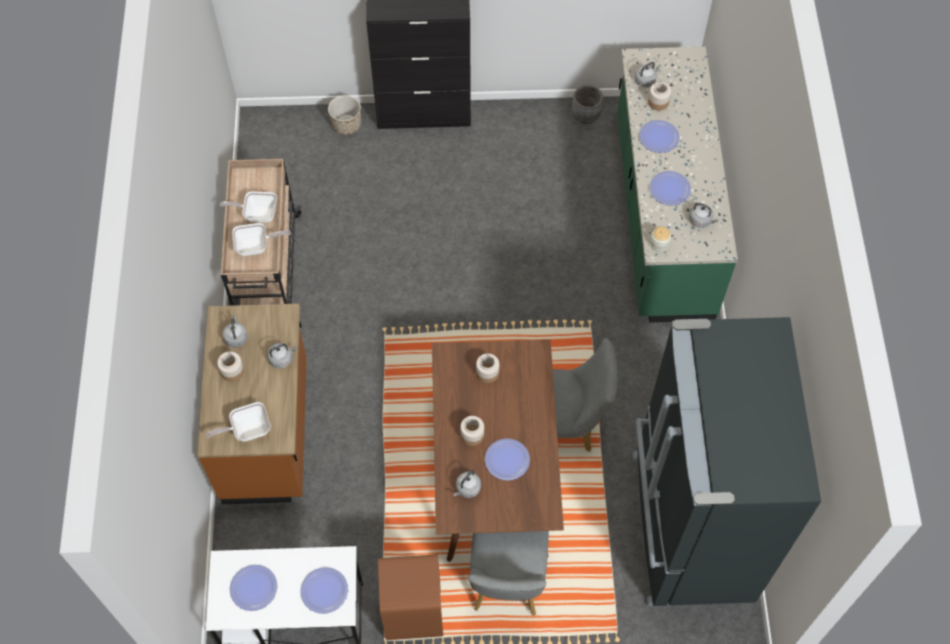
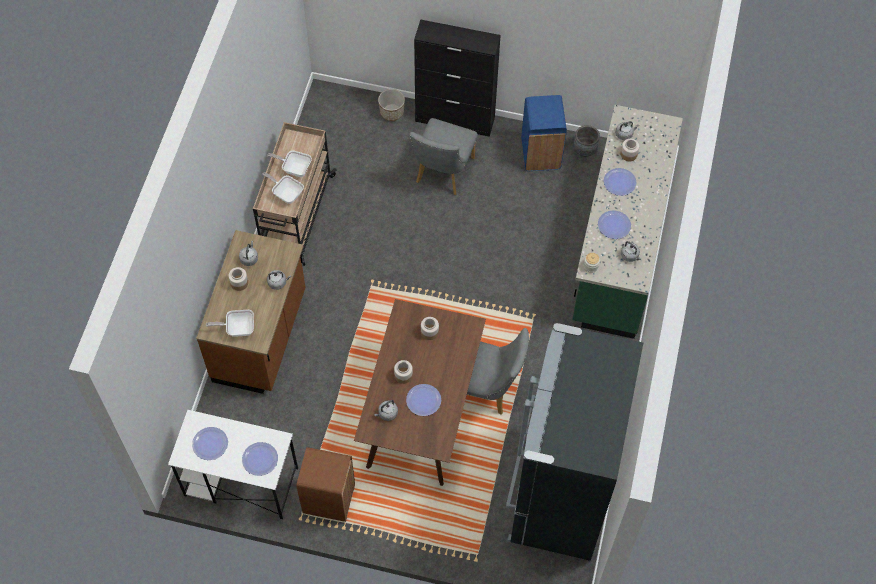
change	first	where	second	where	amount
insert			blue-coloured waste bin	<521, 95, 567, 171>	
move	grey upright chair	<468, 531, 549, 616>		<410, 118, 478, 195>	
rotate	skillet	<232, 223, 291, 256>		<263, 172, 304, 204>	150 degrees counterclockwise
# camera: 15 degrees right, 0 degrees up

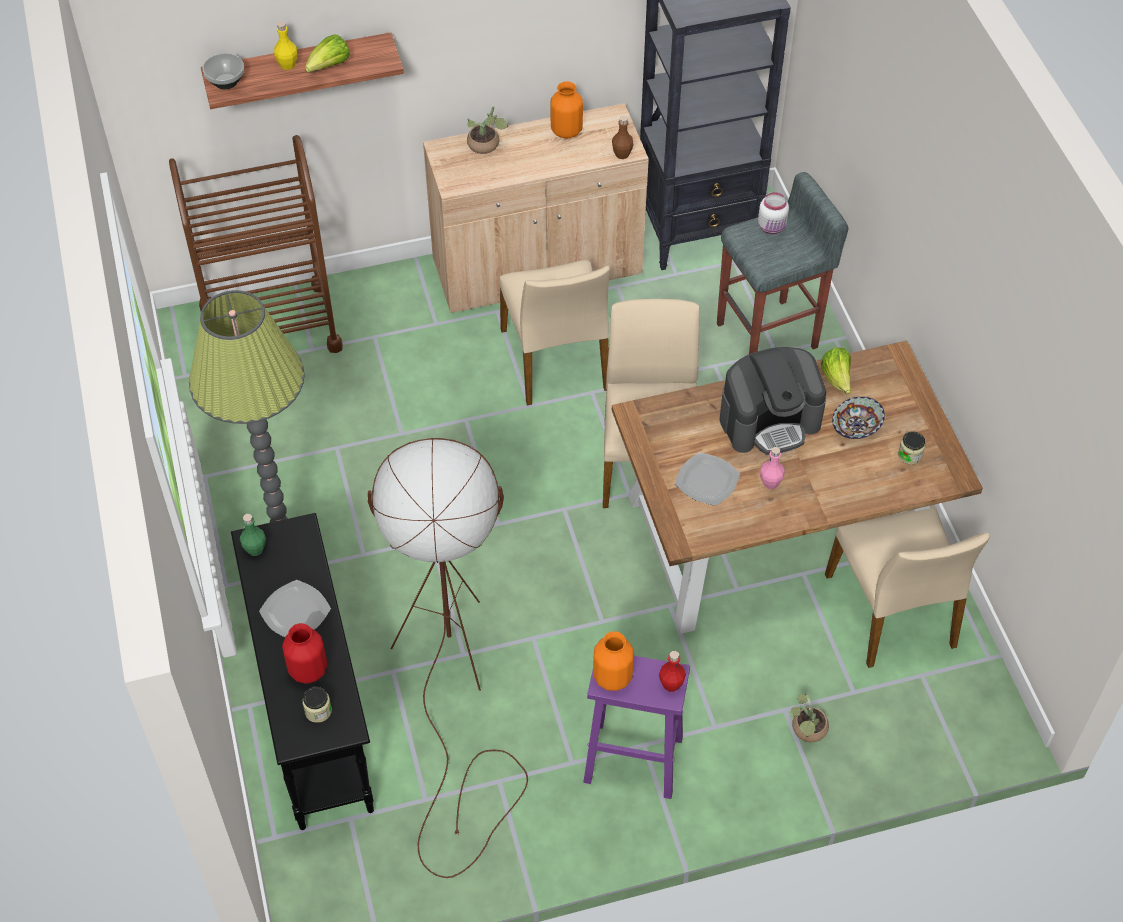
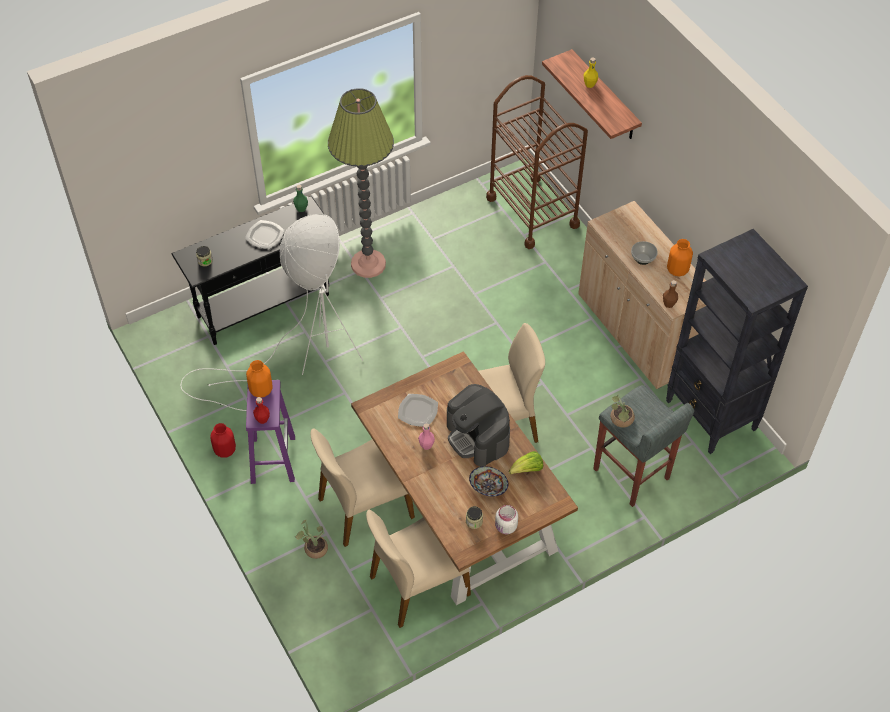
change	first	where	second	where	amount
delete	head of lettuce	<305, 35, 350, 73>			
move	serving bowl	<202, 53, 244, 89>		<631, 241, 658, 265>	
move	reddish vase	<282, 623, 327, 684>		<210, 423, 236, 458>	
move	houseplant	<467, 106, 508, 154>		<610, 395, 635, 428>	
move	beige-coloured upright chair	<499, 260, 610, 405>		<311, 428, 415, 547>	
move	white preserve jar	<758, 192, 789, 234>		<495, 505, 518, 534>	
recolor	brown-coloured floor lamp	<367, 438, 528, 878>	white floor lamp	<180, 214, 363, 411>	
# camera: 75 degrees right, 0 degrees up

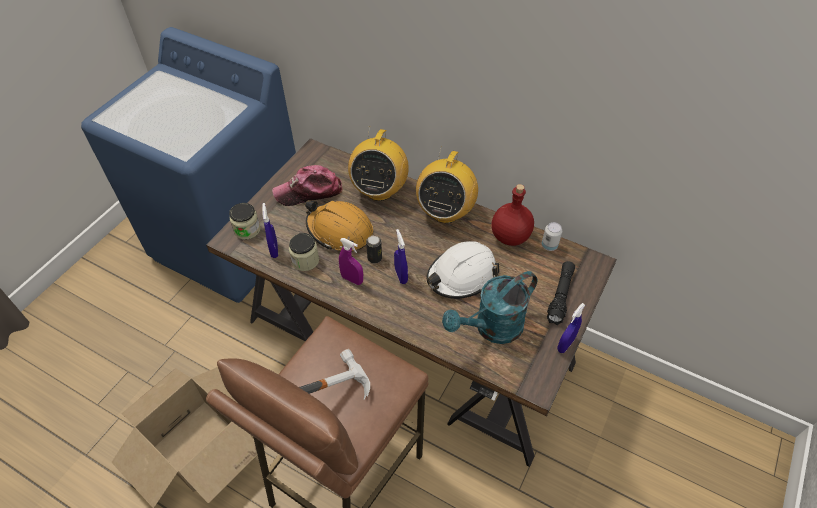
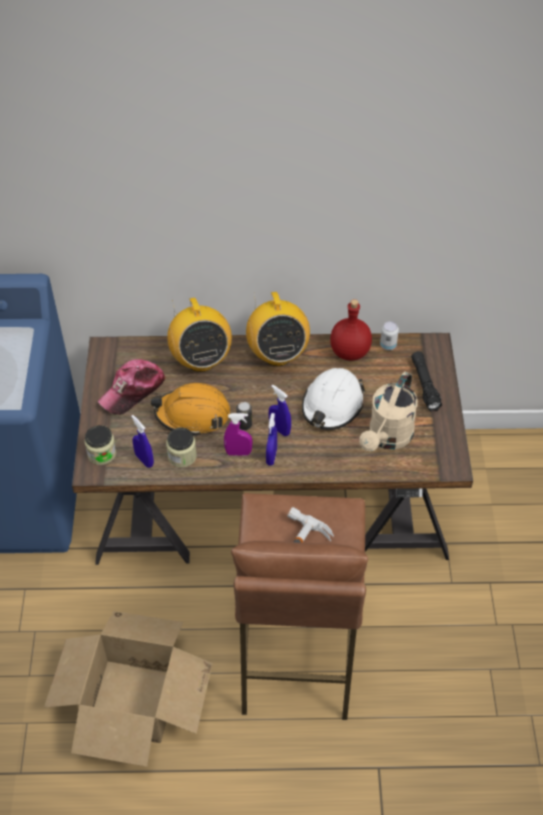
change	first	where	second	where	amount
move	blue-coloured hand sprayer	<557, 303, 585, 353>		<266, 413, 277, 466>	
recolor	turquoise-coloured watering pot	<442, 271, 538, 344>	beige-coloured watering pot	<359, 372, 418, 451>	
# camera: 30 degrees left, 0 degrees up

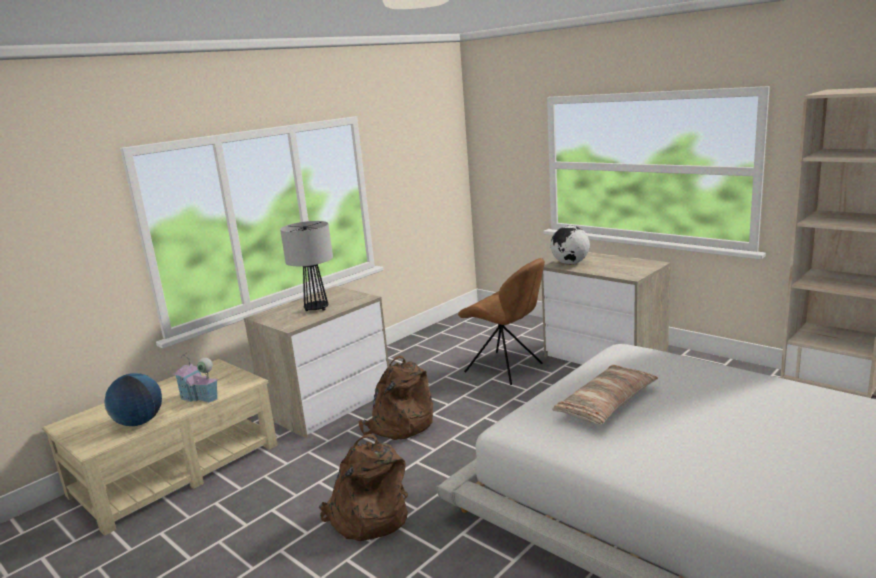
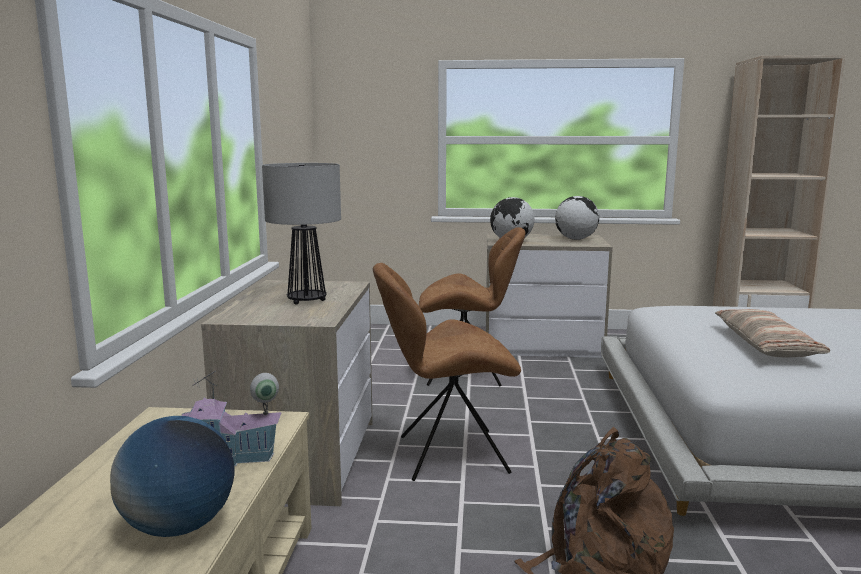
change	first	where	second	where	amount
insert			desk globe	<555, 196, 599, 240>	
replace	brown-coloured backpack	<358, 355, 433, 440>	brown-coloured upright chair	<373, 263, 521, 481>	
# camera: 40 degrees left, 5 degrees down

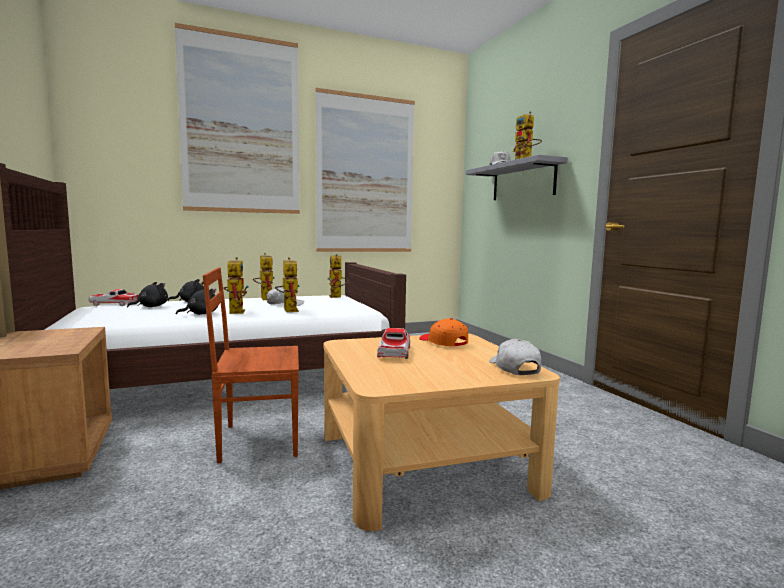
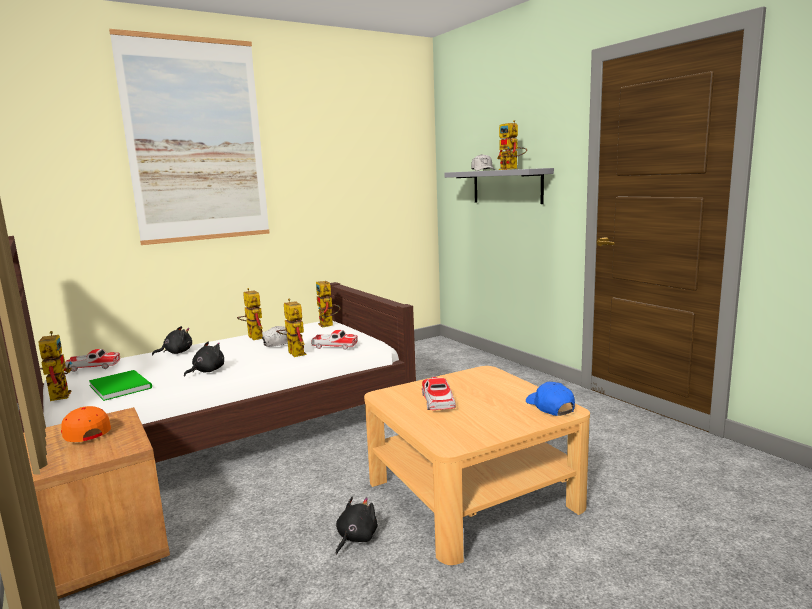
change	first	where	second	where	amount
delete	brown-coloured upright chair	<203, 267, 299, 463>			
delete	picture	<315, 88, 415, 252>			
insert			greenish bound book	<89, 370, 152, 401>	
insert			model car	<311, 330, 358, 350>	
move	blackish cuddly toy	<127, 282, 168, 307>		<336, 497, 378, 555>	
move	robot figure	<223, 257, 249, 314>		<39, 331, 72, 401>	
move	orange peaked cap	<419, 318, 468, 346>		<61, 406, 111, 442>	
recolor	white peaked cap	<489, 339, 541, 375>	blue-coloured peaked cap	<526, 382, 575, 416>	
# camera: 10 degrees left, 5 degrees up

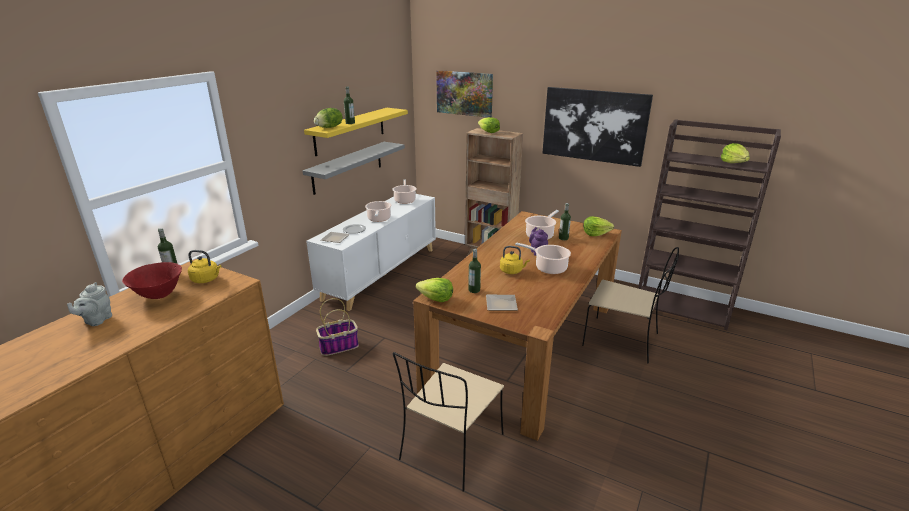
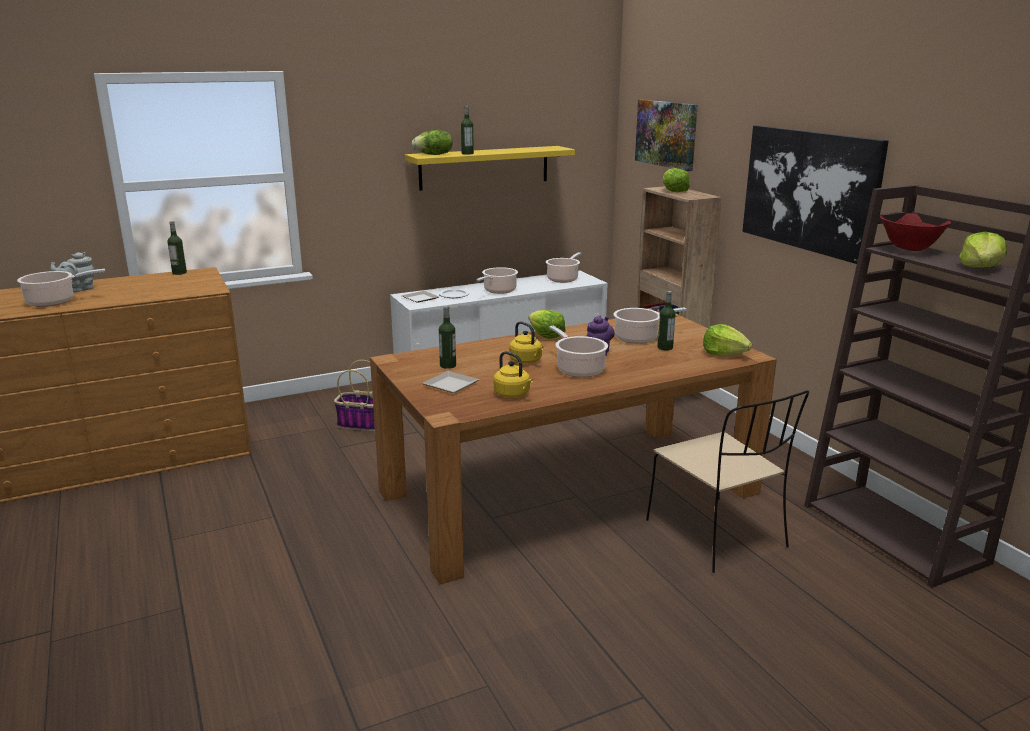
change	first	where	second	where	amount
delete	grey bracket shelf	<302, 142, 405, 195>			
delete	beige-coloured upright chair	<393, 352, 504, 492>			
insert			stockpot	<17, 269, 105, 307>	
move	reddish serving bowl	<122, 262, 182, 299>		<880, 213, 951, 251>	
move	yellow-coloured water kettle	<188, 250, 221, 283>		<494, 351, 533, 398>	
move	head of lettuce	<416, 278, 453, 302>		<528, 310, 566, 339>	
# camera: 35 degrees right, 5 degrees down

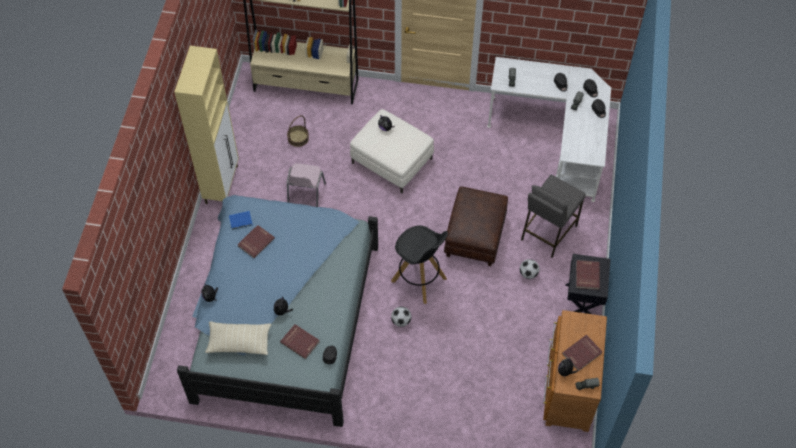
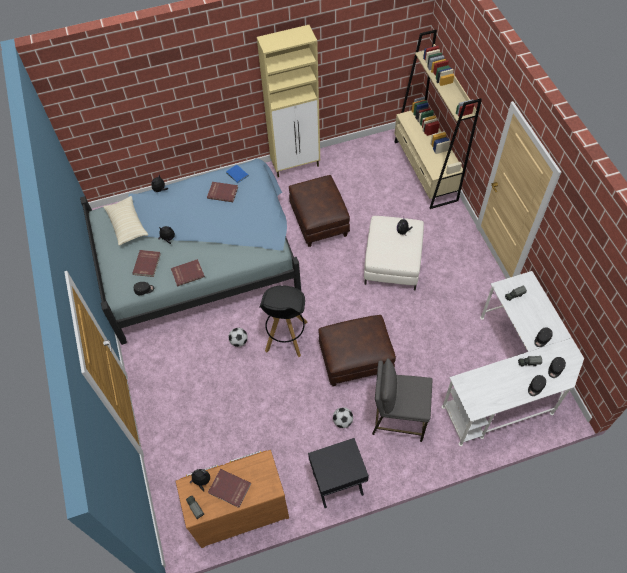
change	first	where	second	where	amount
delete	storage basket	<287, 115, 309, 147>			
move	reddish bound book	<576, 260, 600, 290>		<171, 259, 205, 287>	
replace	pink upright chair	<287, 163, 326, 207>	brown-coloured footrest	<289, 175, 350, 247>	
# camera: 65 degrees right, 0 degrees up

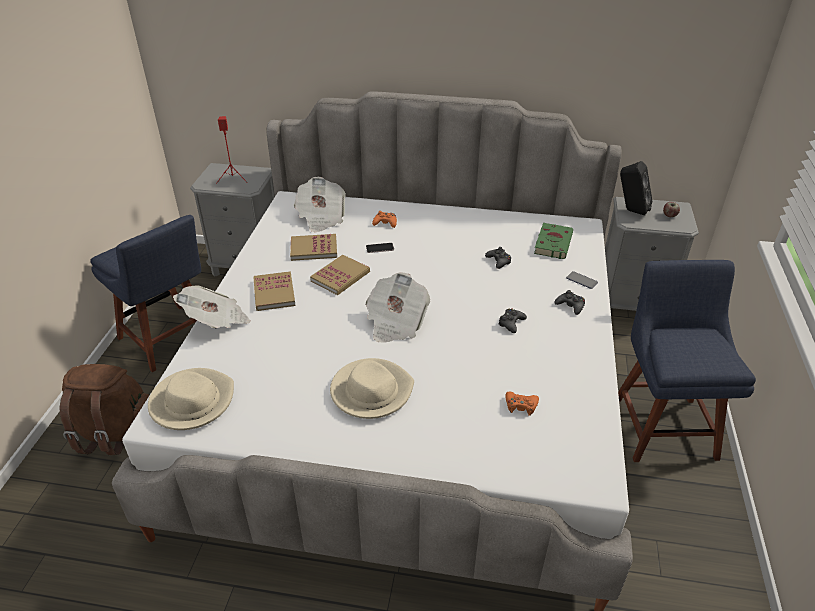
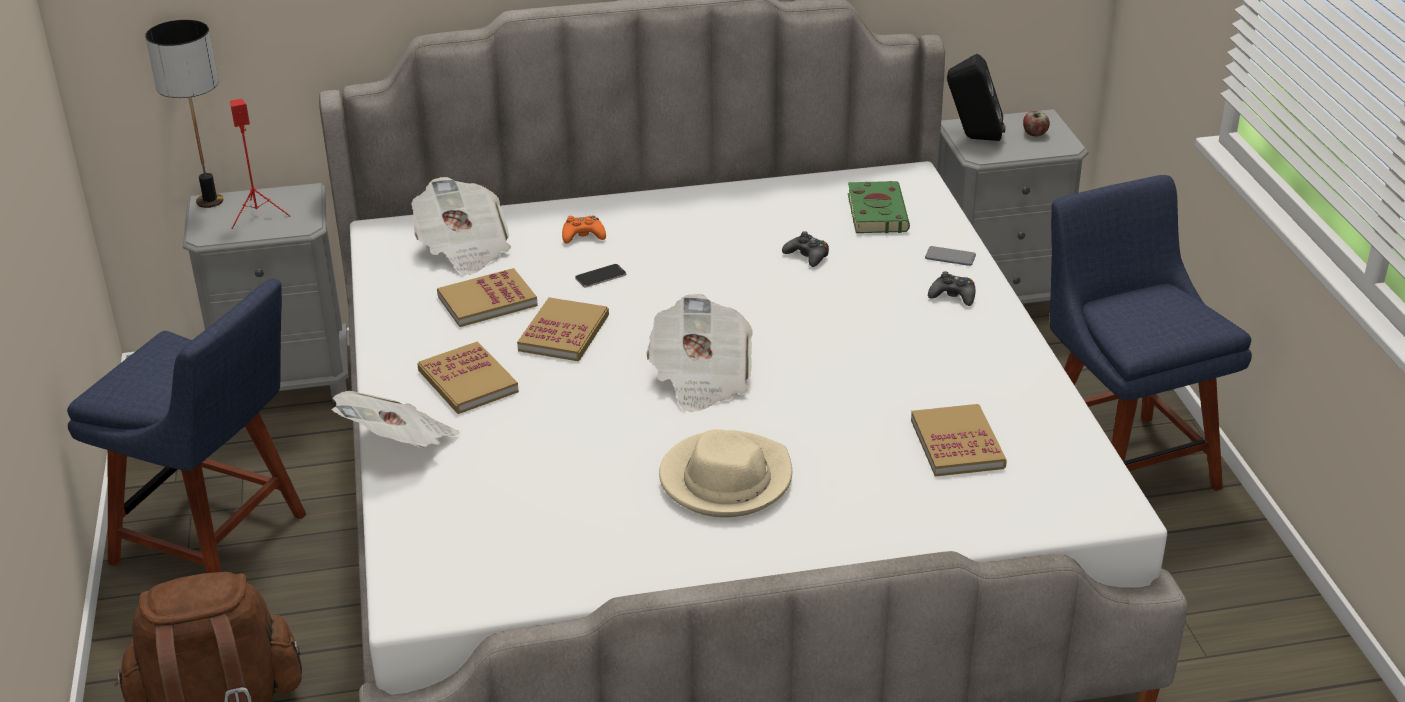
change	first	where	second	where	amount
delete	beige-coloured hat	<148, 368, 234, 430>			
delete	blackish game controller	<498, 308, 527, 333>			
insert			table lamp	<145, 20, 223, 208>	
replace	orange game controller	<506, 392, 539, 416>	bound book	<911, 404, 1007, 477>	
# camera: 20 degrees left, 5 degrees down

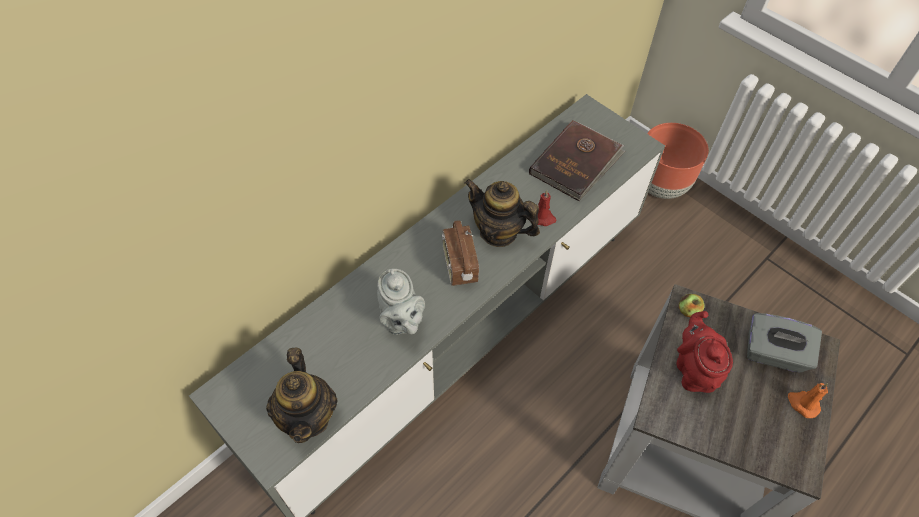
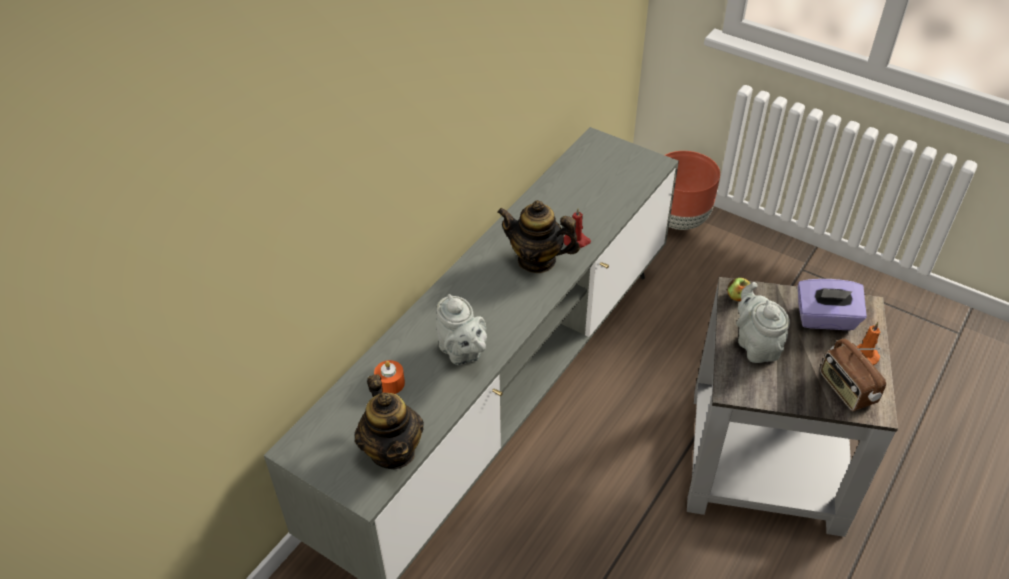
change	first	where	second	where	amount
delete	brown-coloured bound book	<529, 120, 625, 201>			
insert			orange wax light	<374, 360, 405, 394>	
move	radio set	<442, 220, 479, 286>		<820, 339, 886, 411>	
recolor	reddish pot for tea	<677, 311, 733, 393>	grey pot for tea	<736, 282, 790, 363>	
recolor	grey box of tissues	<747, 313, 822, 373>	purple-coloured box of tissues	<798, 279, 867, 330>	
# camera: 10 degrees left, 10 degrees down

